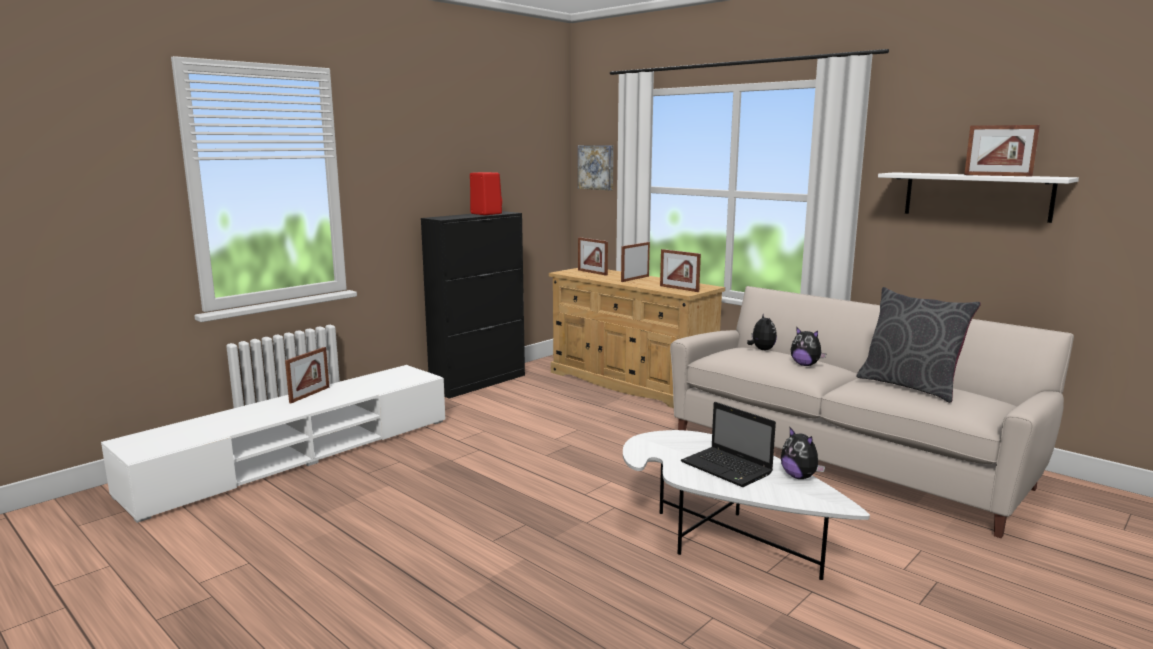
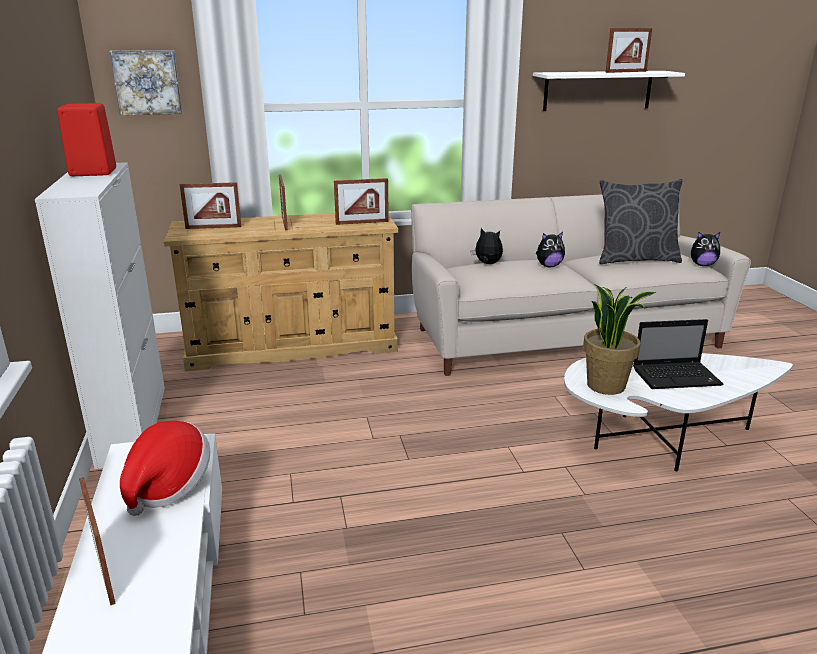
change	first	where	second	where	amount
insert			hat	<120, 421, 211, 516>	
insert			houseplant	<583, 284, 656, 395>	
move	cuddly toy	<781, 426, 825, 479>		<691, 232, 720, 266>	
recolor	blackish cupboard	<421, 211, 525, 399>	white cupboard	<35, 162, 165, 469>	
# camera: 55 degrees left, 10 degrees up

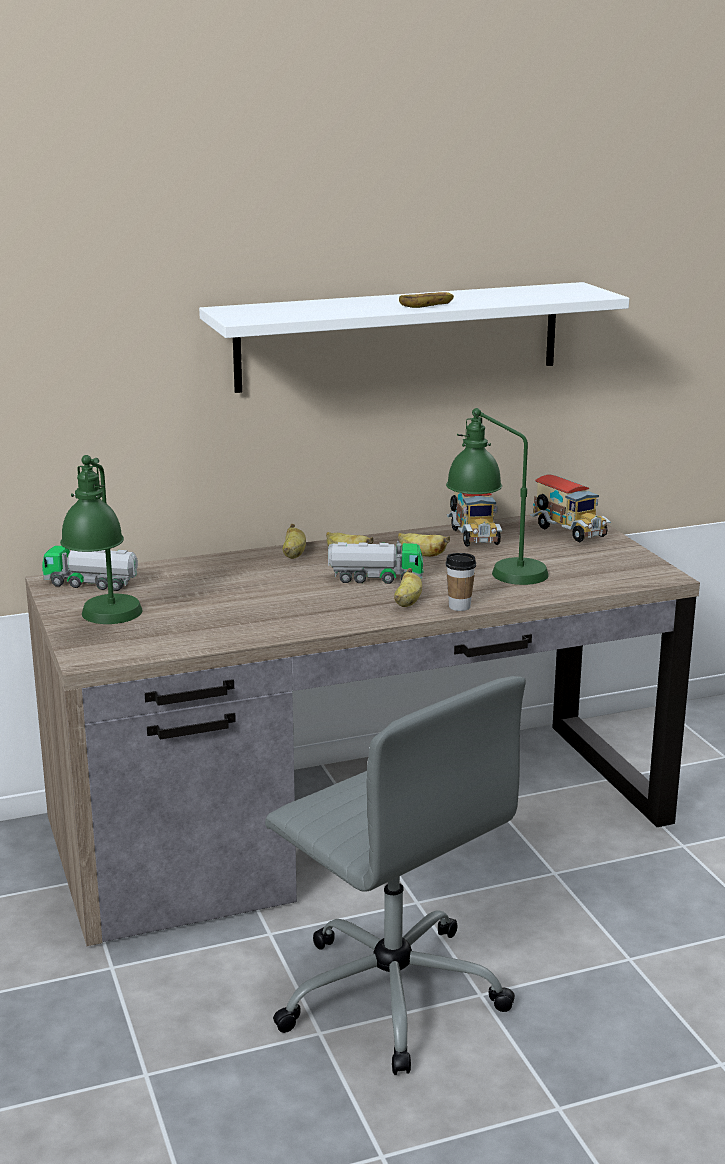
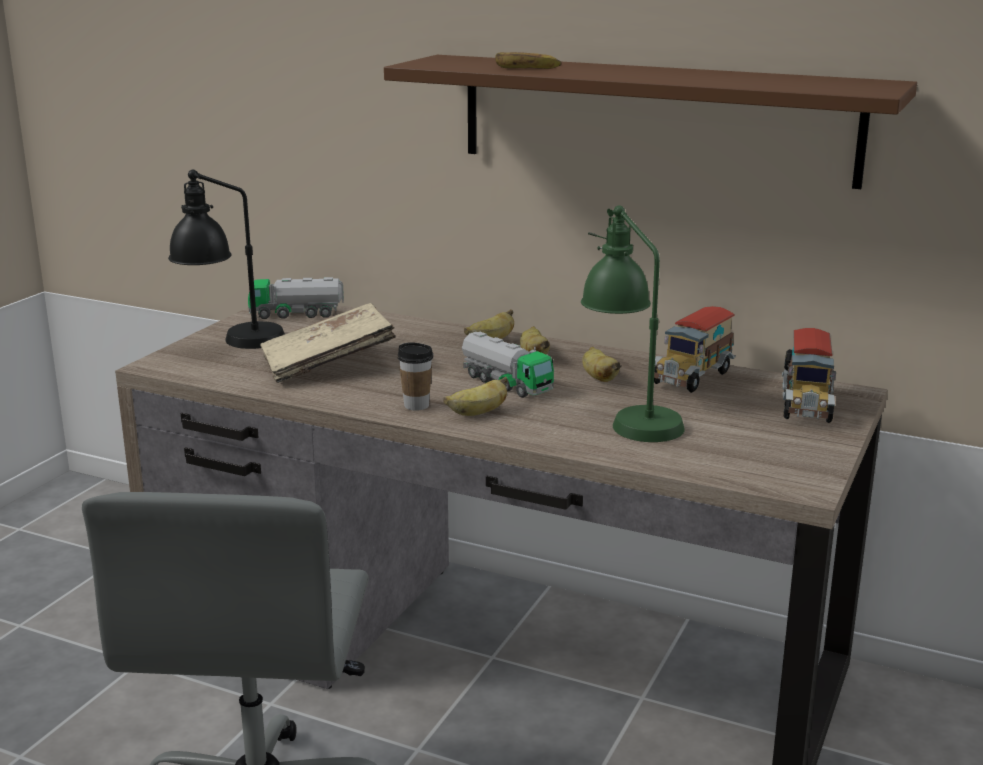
change	first	where	second	where	amount
insert			beige-coloured bound book	<260, 303, 396, 383>	
move	banana	<399, 292, 454, 308>		<495, 52, 561, 69>	
move	small cup	<445, 553, 476, 611>		<398, 342, 433, 411>	
recolor	greenish table lamp	<60, 455, 143, 624>	blackish table lamp	<168, 170, 285, 349>	
recolor	white bracket shelf	<199, 282, 629, 393>	brown-coloured bracket shelf	<384, 55, 917, 189>	
rotate	toy truck	<42, 546, 138, 591>		<248, 277, 344, 319>	60 degrees counterclockwise
# camera: 45 degrees right, 0 degrees up

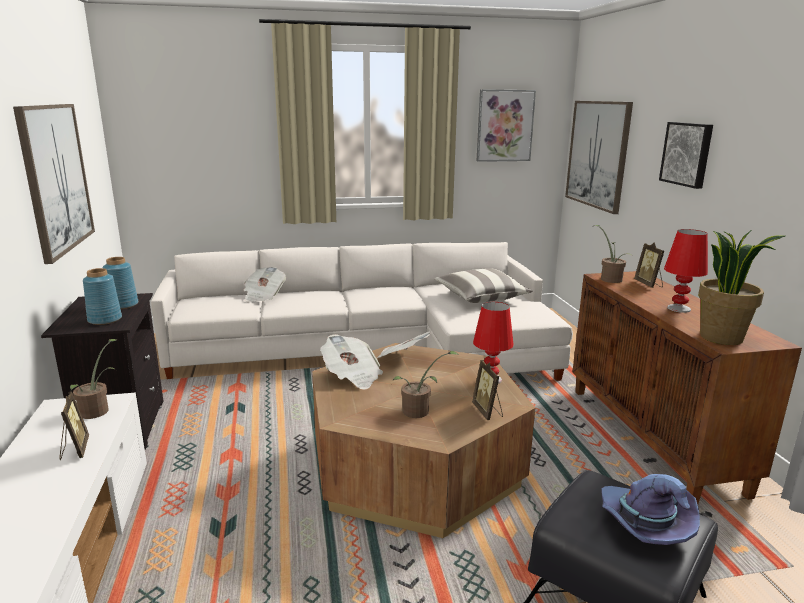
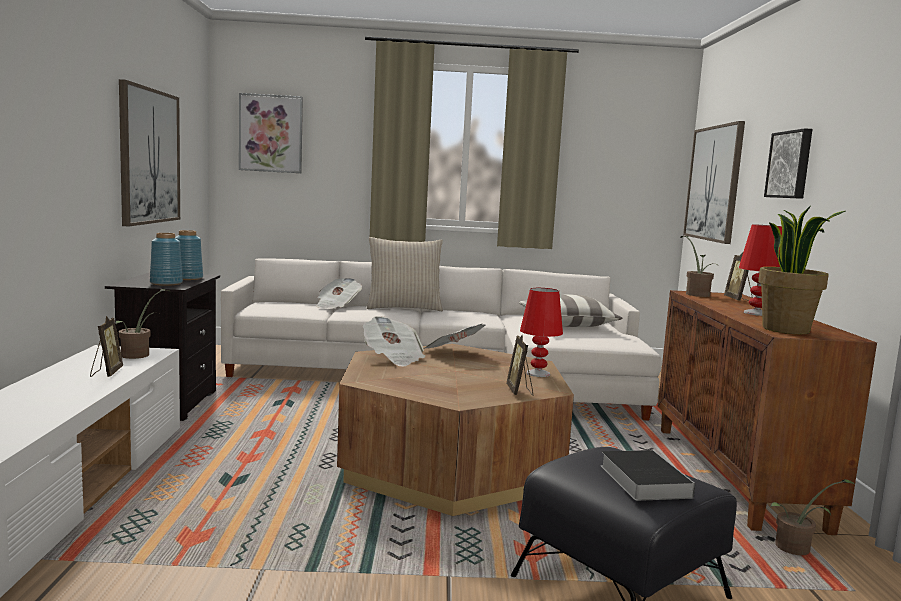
change	first	where	second	where	amount
insert			beige-coloured throw pillow	<367, 237, 443, 311>	
move	houseplant	<393, 351, 460, 418>		<770, 479, 856, 555>	
move	picture	<477, 89, 536, 162>		<239, 93, 303, 173>	
replace	purple-coloured hat	<602, 474, 700, 545>	bound book	<601, 450, 695, 501>	
# camera: 10 degrees right, 10 degrees down

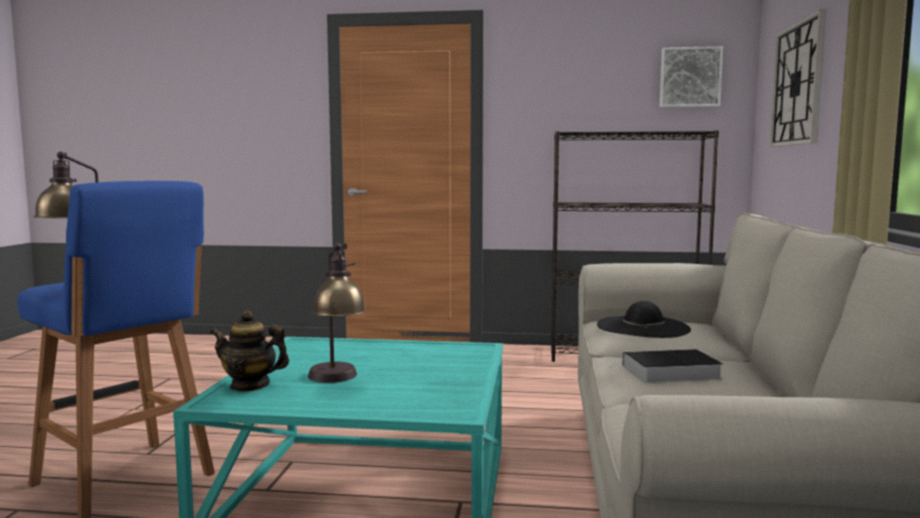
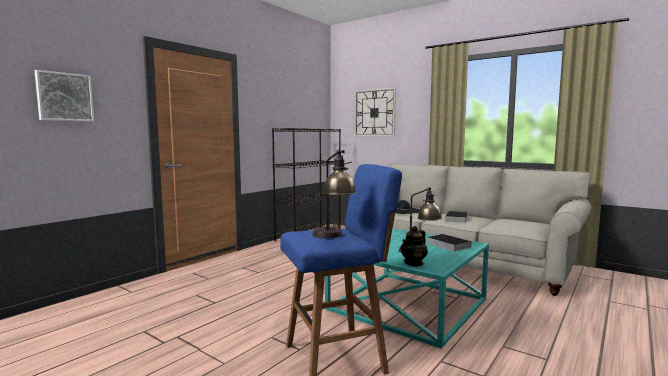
change	first	where	second	where	amount
insert			bound book	<427, 234, 471, 252>	
move	picture	<660, 46, 723, 107>		<35, 70, 94, 122>	
# camera: 60 degrees left, 0 degrees up

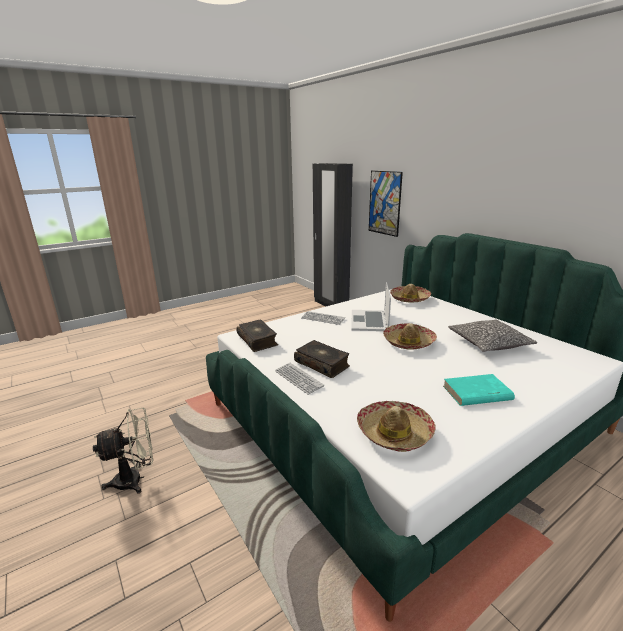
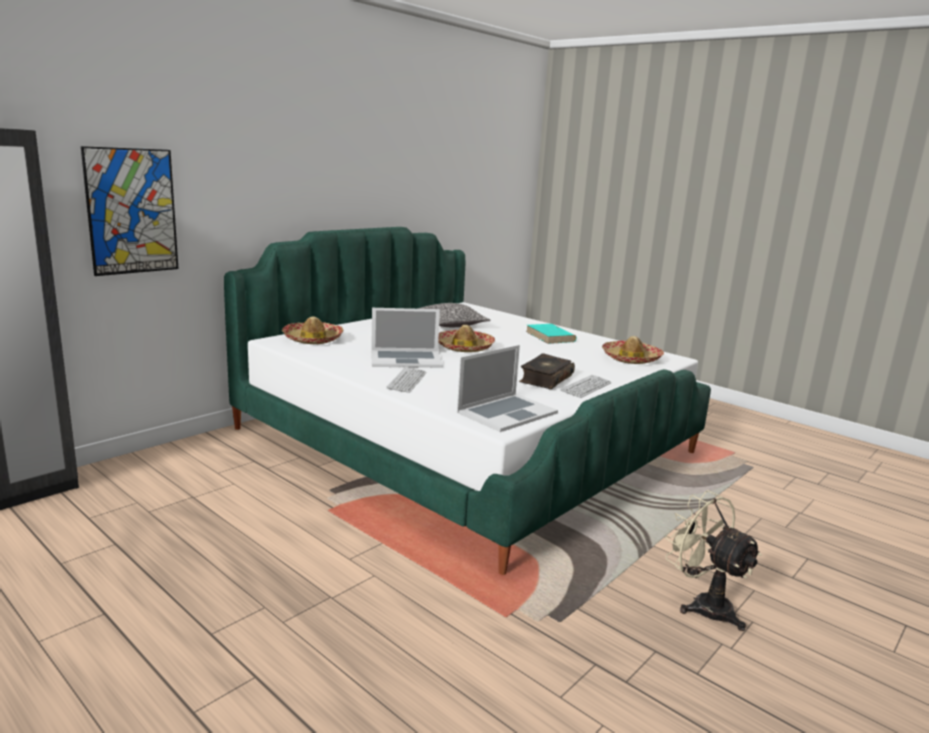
change	first	where	second	where	amount
replace	bound book	<237, 319, 278, 352>	notebook computer	<457, 345, 558, 432>	
# camera: 105 degrees left, 5 degrees down

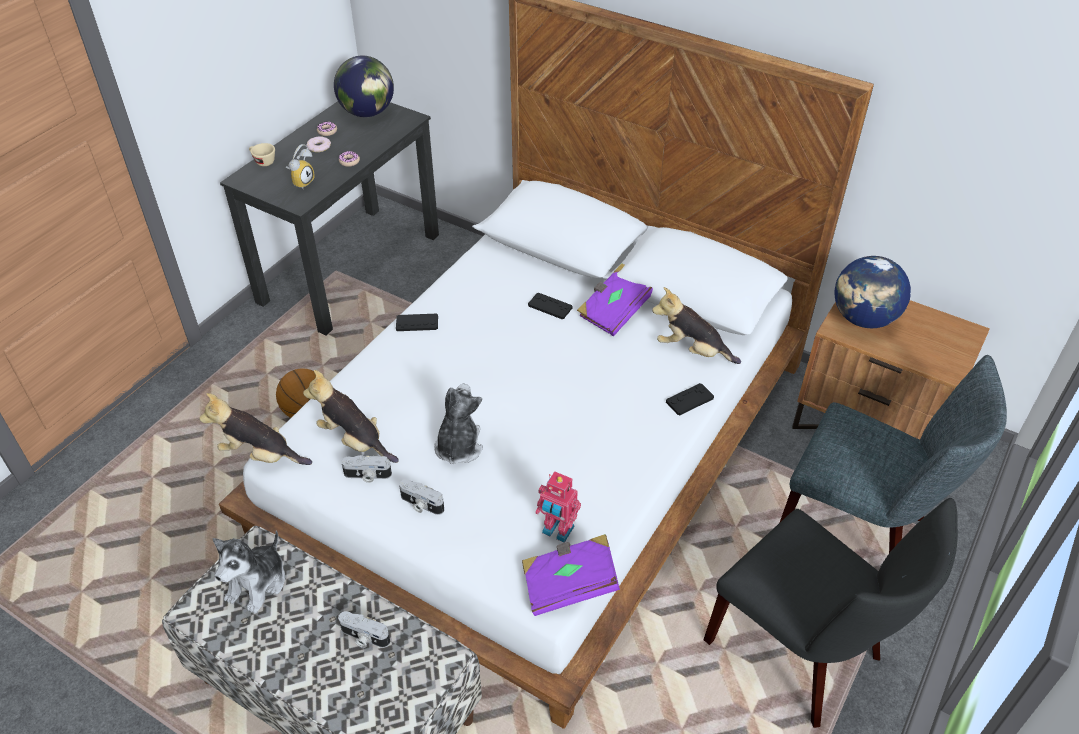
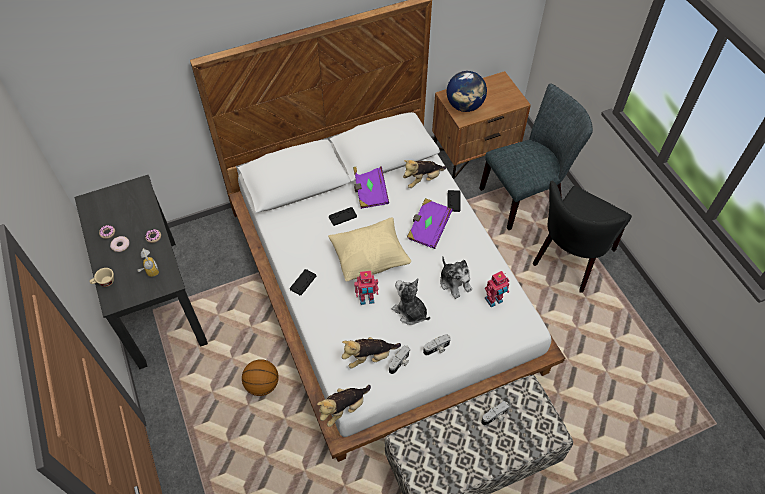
change	first	where	second	where	amount
delete	desk globe	<334, 55, 394, 117>			
insert			beige-coloured throw pillow	<328, 217, 411, 281>	
insert			robot figure	<354, 271, 379, 305>	
move	cuddly toy	<213, 530, 285, 614>		<440, 257, 472, 299>	
move	purple-coloured bound book	<522, 534, 620, 616>		<407, 198, 453, 249>	
rotate	blackish upright chair	<704, 498, 958, 728>		<533, 181, 632, 293>	135 degrees clockwise
# camera: 55 degrees left, 10 degrees up

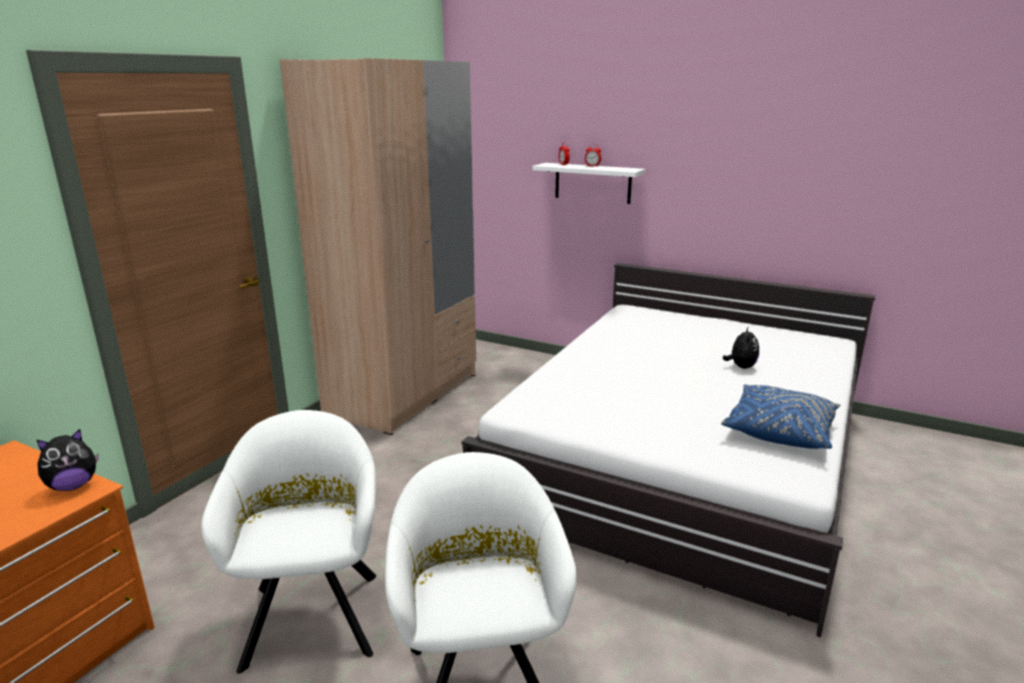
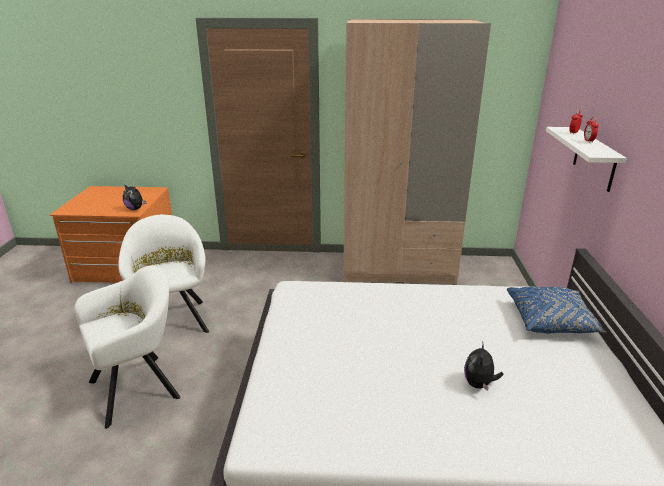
change	first	where	second	where	amount
move	blue-coloured throw pillow	<721, 384, 841, 449>		<507, 287, 607, 334>	
rotate	white lounge chair	<201, 410, 376, 674>		<118, 215, 209, 333>	75 degrees counterclockwise
rotate	cuddly toy	<723, 326, 759, 369>		<464, 341, 503, 391>	120 degrees clockwise
# camera: 65 degrees right, 5 degrees up

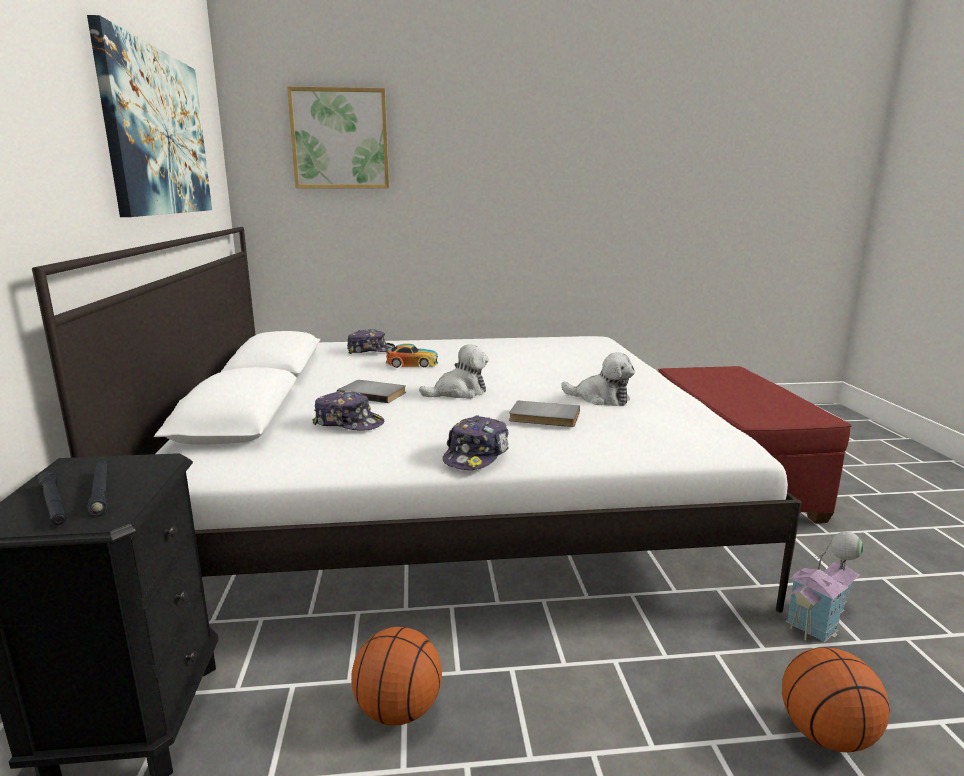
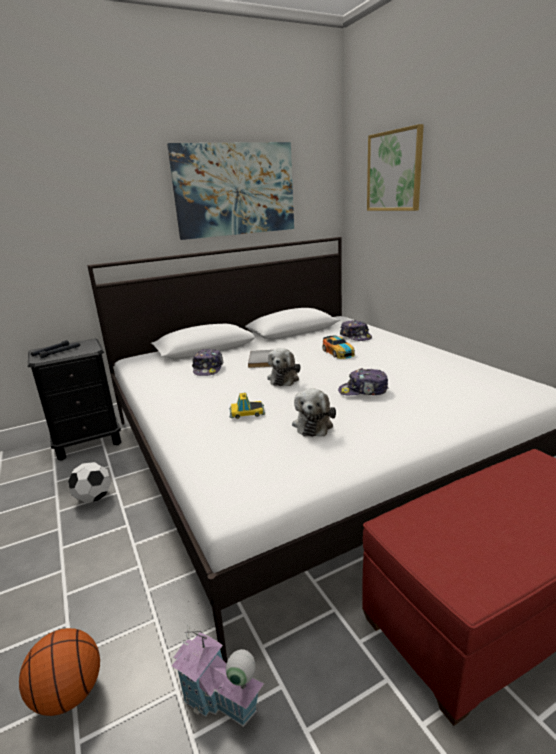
change	first	where	second	where	amount
move	peaked cap	<443, 415, 509, 470>		<338, 368, 388, 395>	
replace	ball for basketball	<351, 627, 442, 726>	football	<68, 462, 111, 503>	
replace	grey bound book	<509, 400, 580, 427>	model car	<229, 393, 265, 419>	
rotate	cuddly toy	<419, 344, 489, 399>		<267, 348, 301, 386>	60 degrees clockwise
# camera: 70 degrees right, 5 degrees up

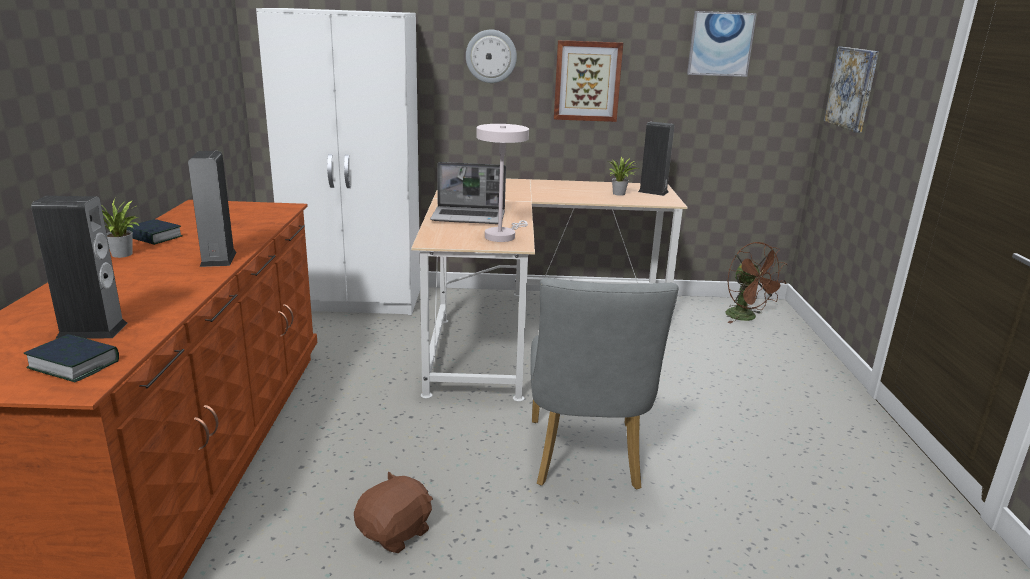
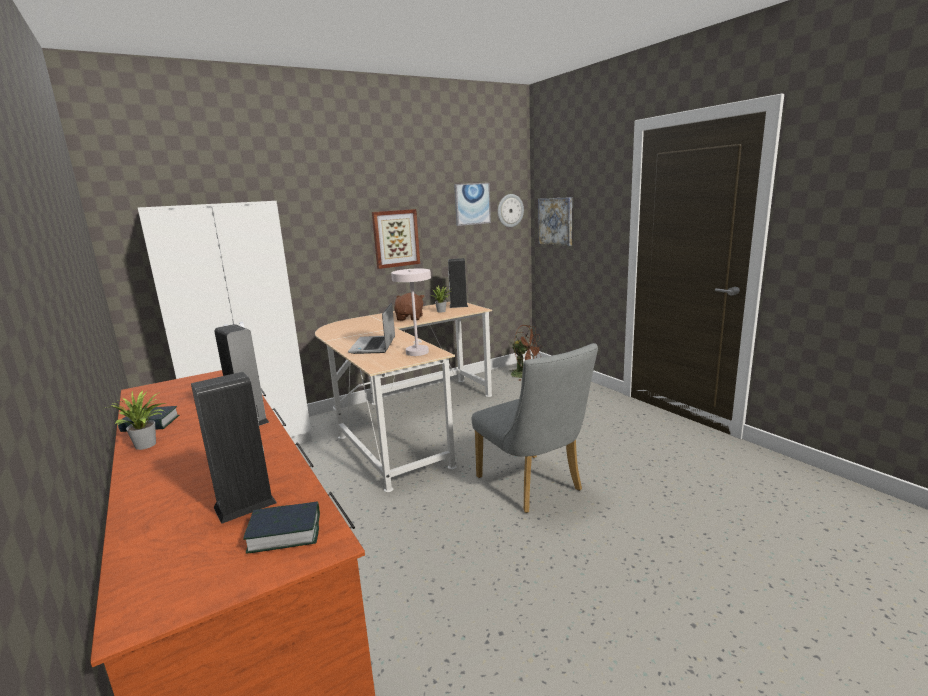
change	first	where	second	where	amount
move	brown-coloured cuddly toy	<354, 472, 433, 553>		<394, 293, 424, 321>	
move	wall clock	<466, 30, 517, 83>		<498, 194, 524, 227>	
rotate	notebook computer	<430, 162, 506, 224>		<348, 303, 395, 354>	120 degrees clockwise
# camera: 30 degrees left, 5 degrees down

